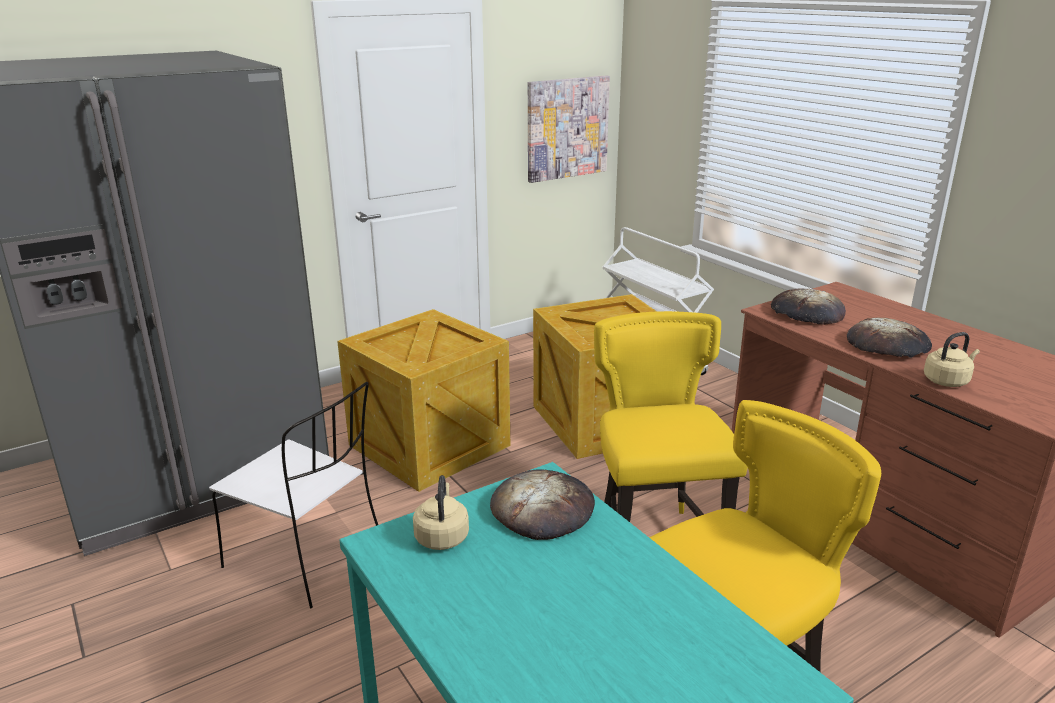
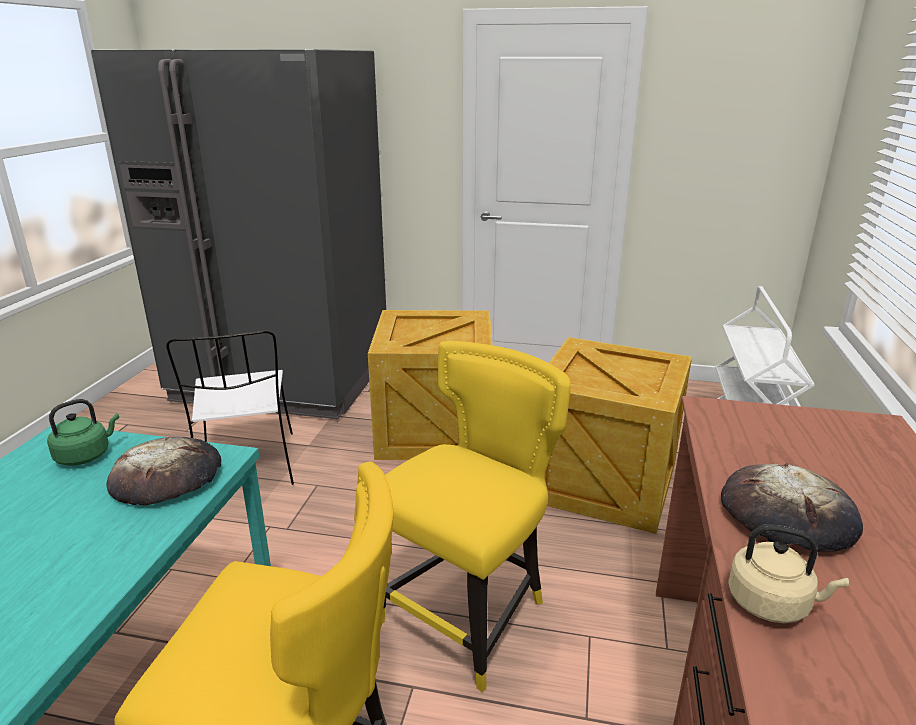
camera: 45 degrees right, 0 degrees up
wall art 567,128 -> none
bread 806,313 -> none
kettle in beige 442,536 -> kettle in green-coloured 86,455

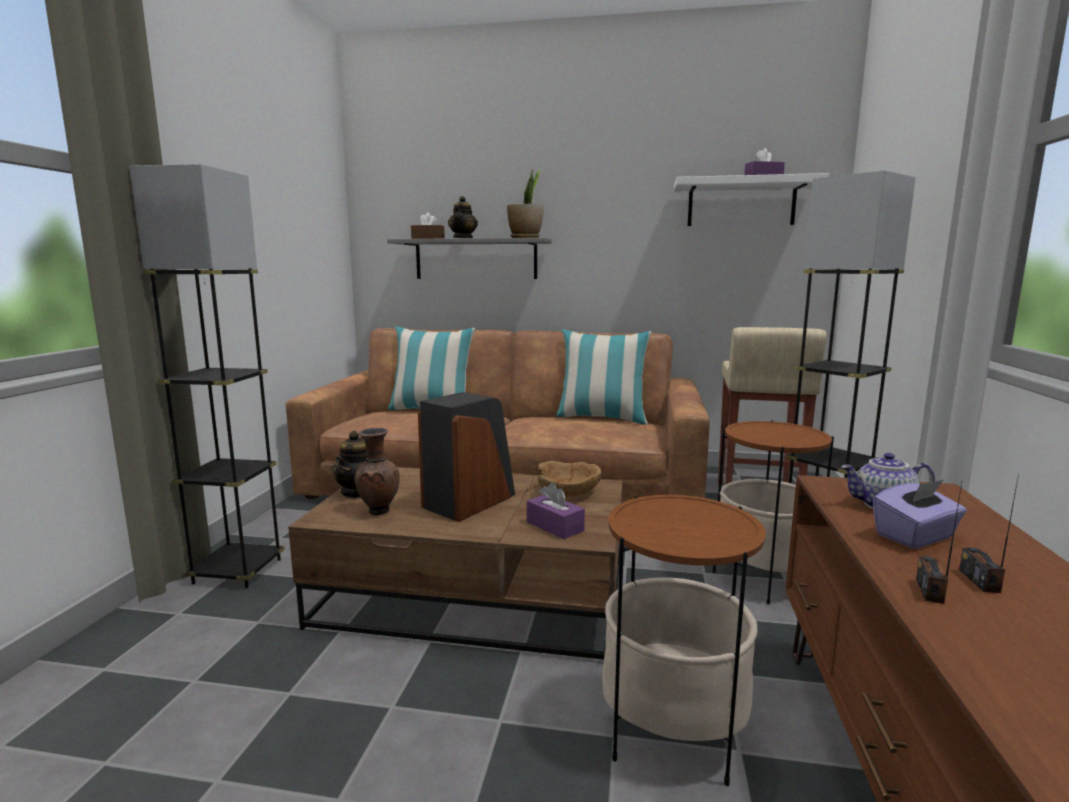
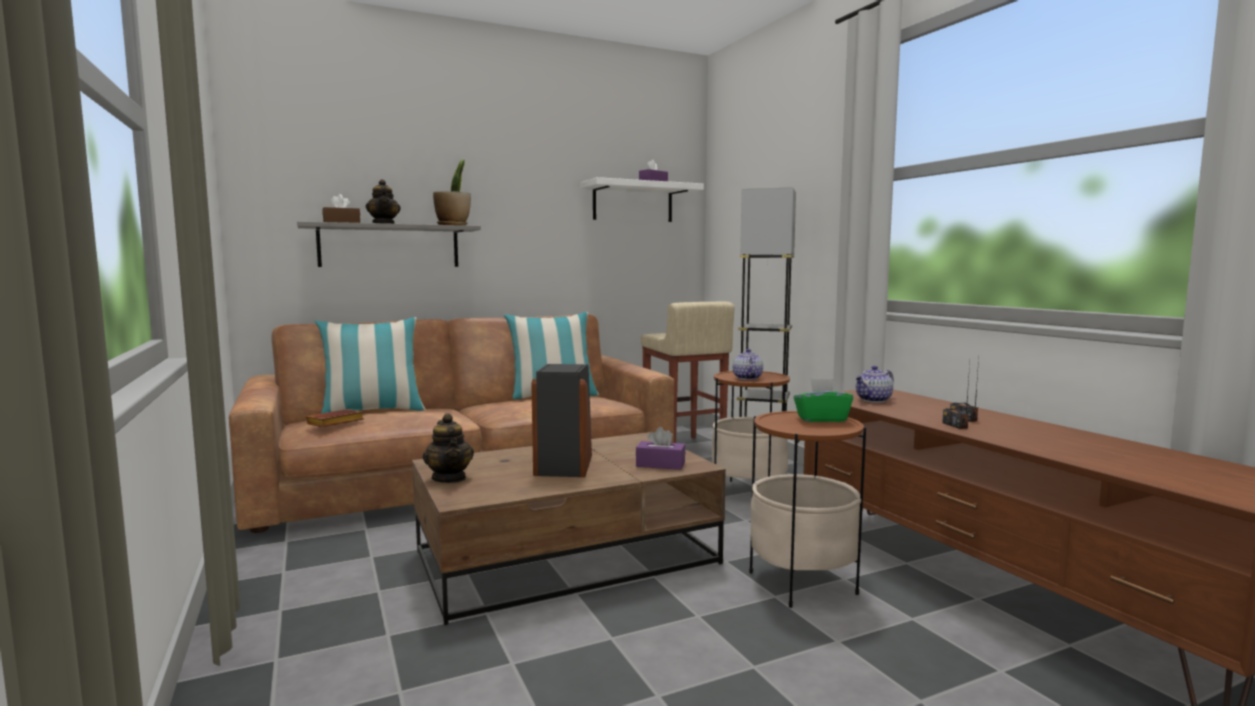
camera: 35 degrees left, 5 degrees down
floor lamp in greyish 237,571 -> none
flower vase in brownish 378,511 -> none
serving bowl in brownish 569,492 -> none
tissue box in purple 915,537 -> none
none -> tea pot 746,378
none -> tissue box in green-coloured 821,419
none -> bound book in brownish 334,423

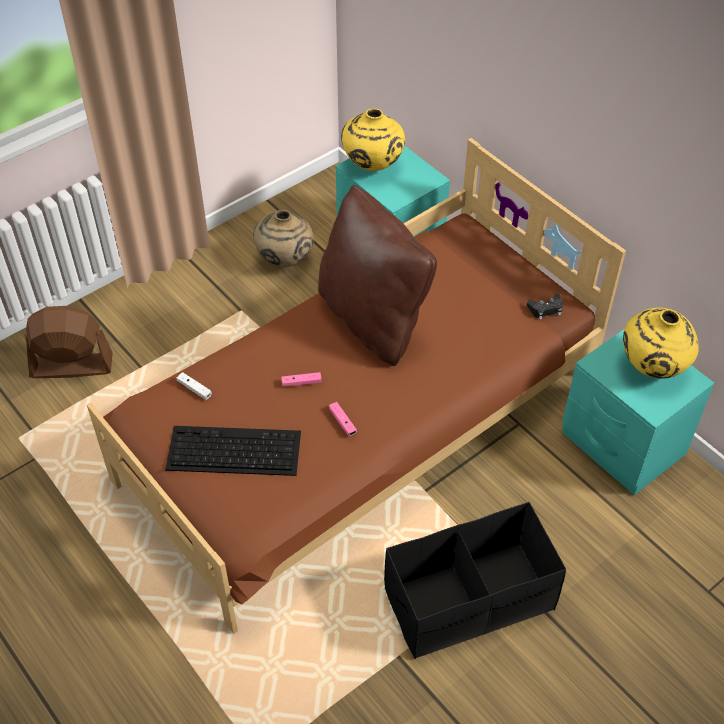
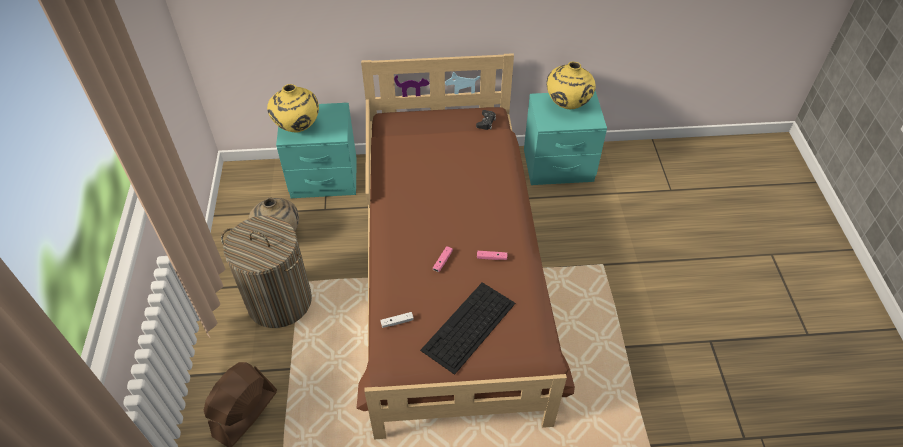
camera: 55 degrees left, 0 degrees up
cushion in brownish 373,319 -> none
storage bin in black-coloured 469,600 -> none
none -> hamper 279,301

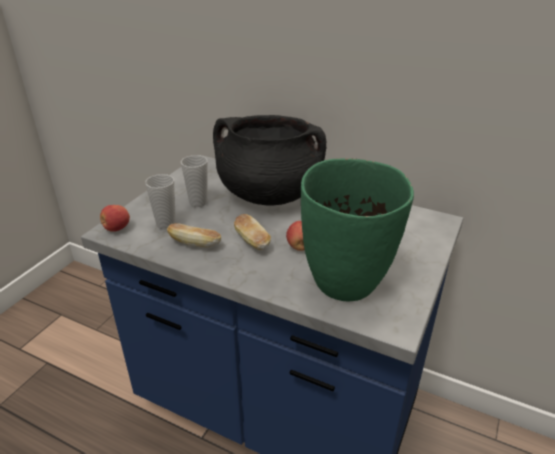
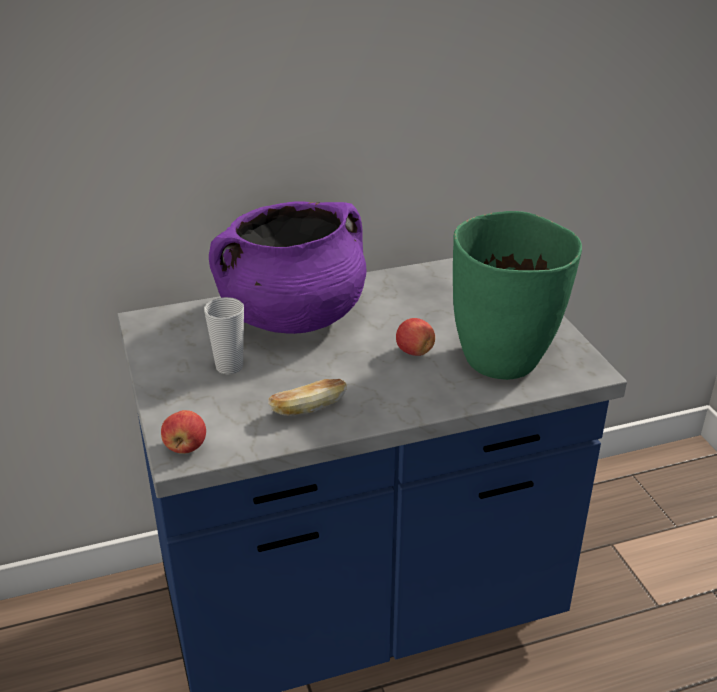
camera: 45 degrees left, 0 degrees up
stockpot in black-coloured 269,194 -> stockpot in purple 293,317
cup 166,224 -> none
bread 252,241 -> none

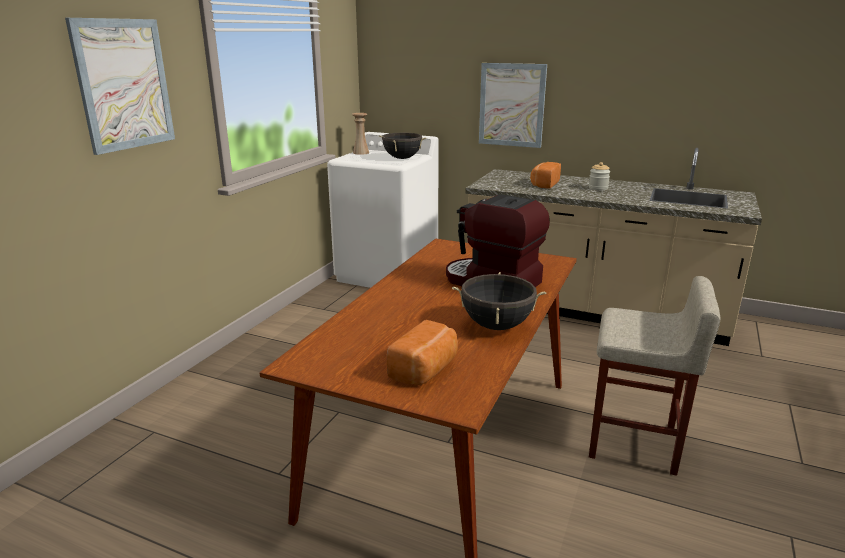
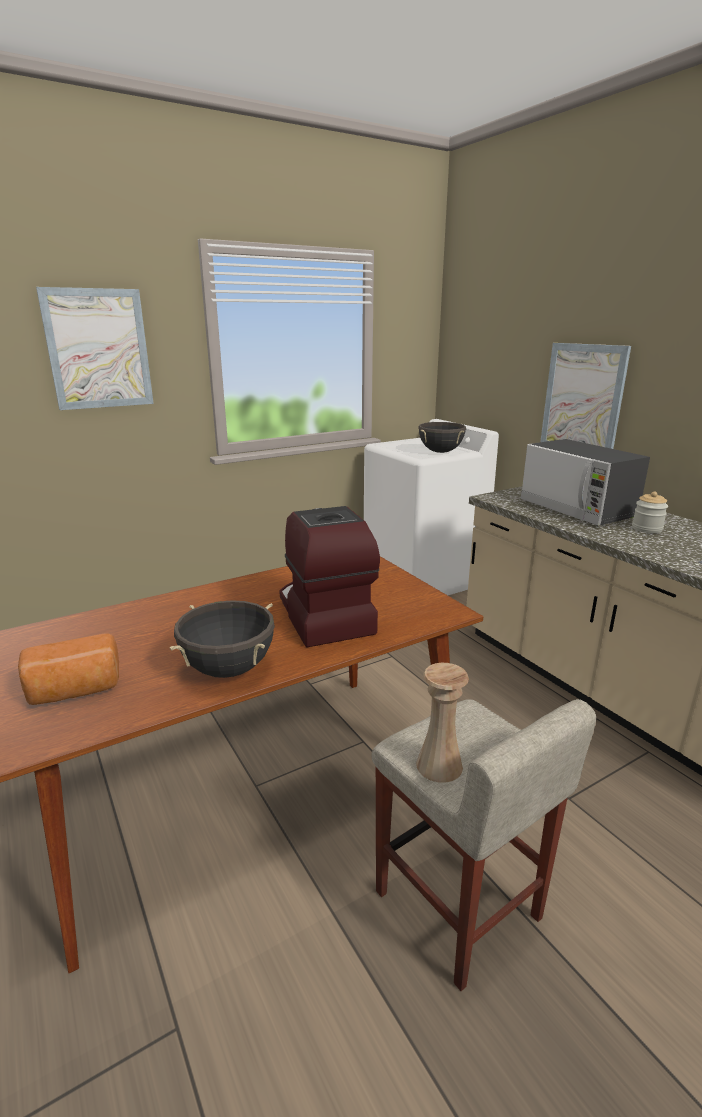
camera: 35 degrees right, 0 degrees up
flower vase in beige 361,153 -> flower vase in beige 439,765, shifted
bread 544,184 -> kitchen microwave 577,509

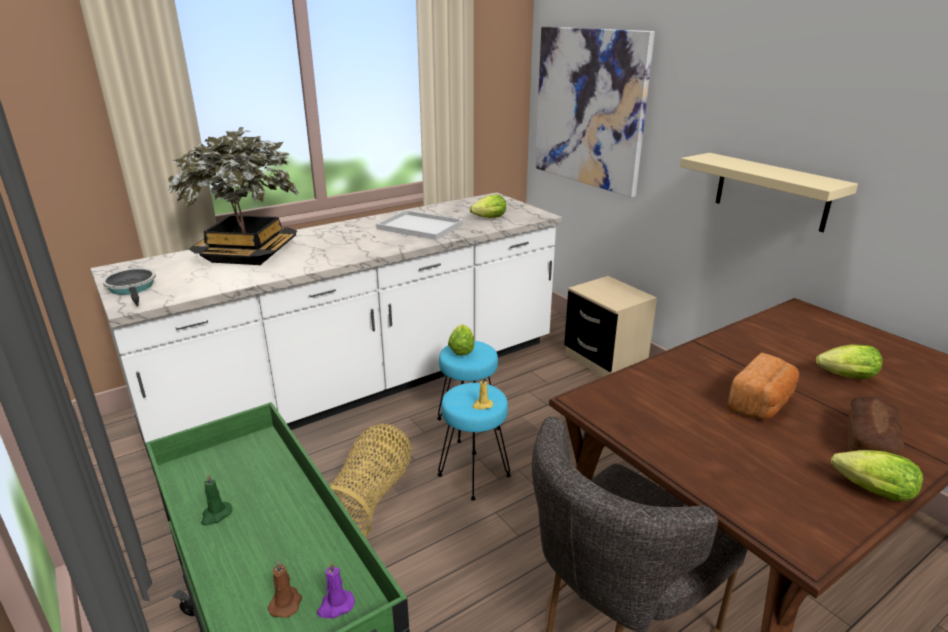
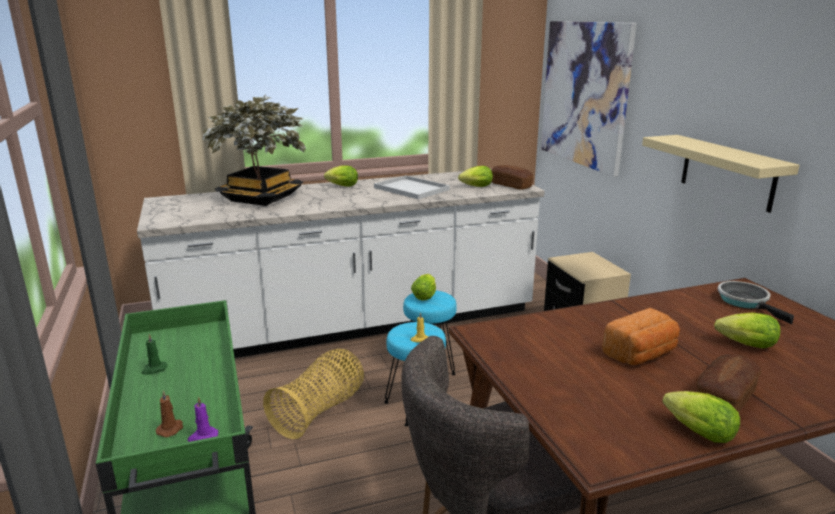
camera: 15 degrees right, 5 degrees down
skillet 133,288 -> skillet 746,302, shifted
none -> bread 511,185
none -> lettuce 341,186

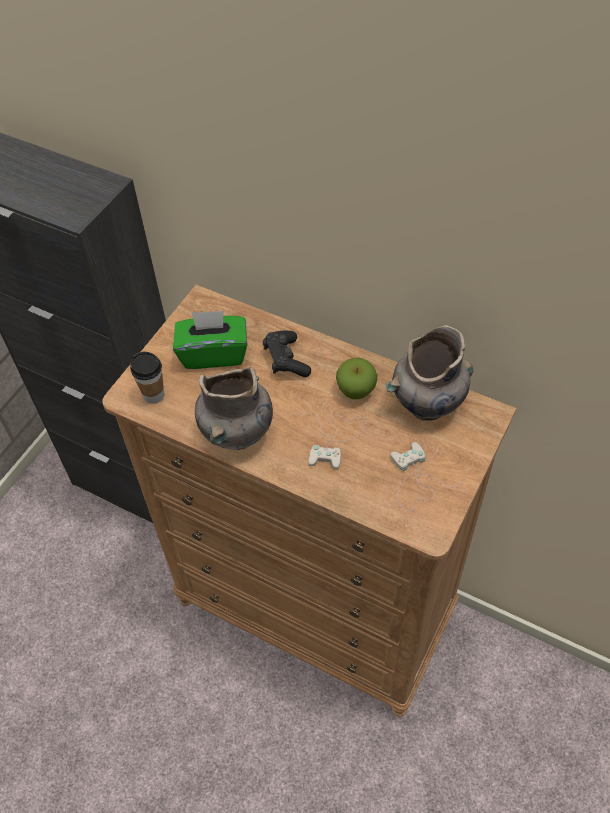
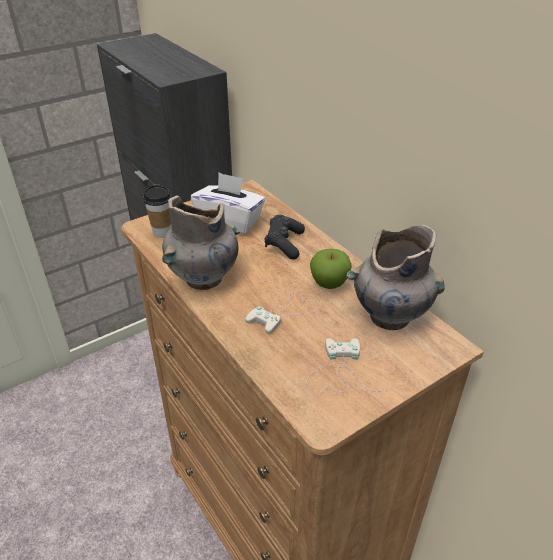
camera: 25 degrees right, 15 degrees down
tissue box in green-coloured 213,353 -> tissue box in white 230,222

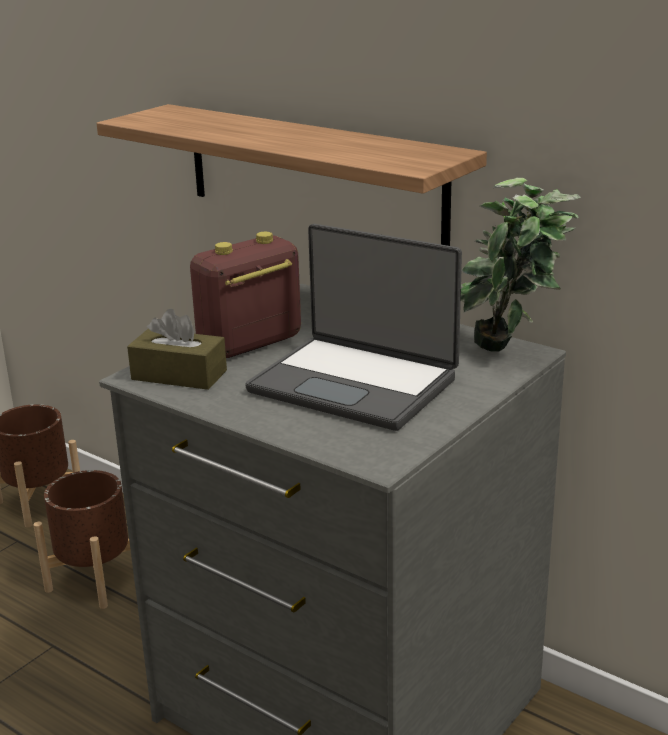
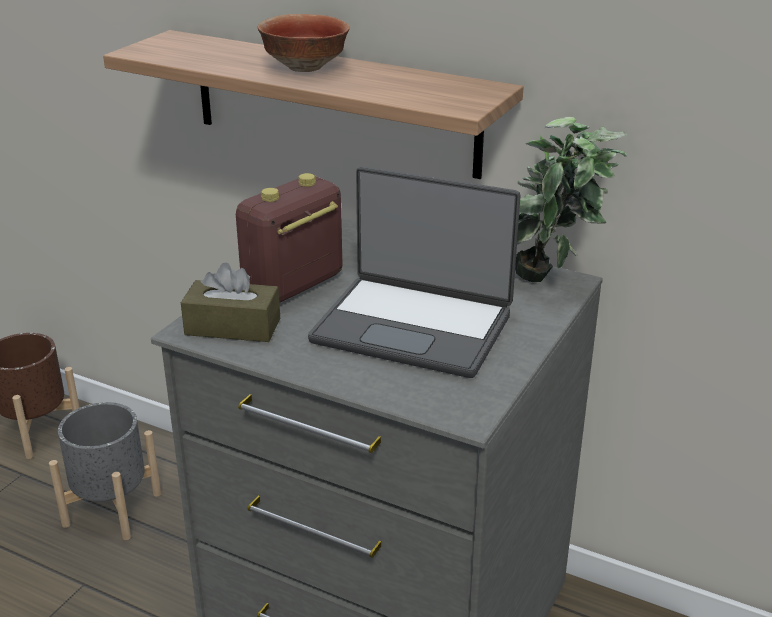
camera: 10 degrees left, 5 degrees up
planter in brownish 95,579 -> planter in greyish 112,509
none -> serving bowl 306,67

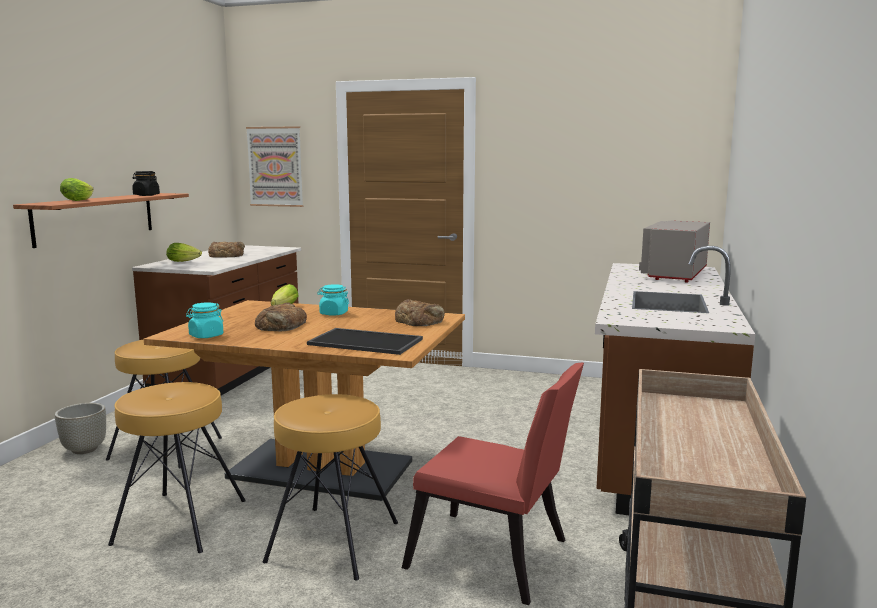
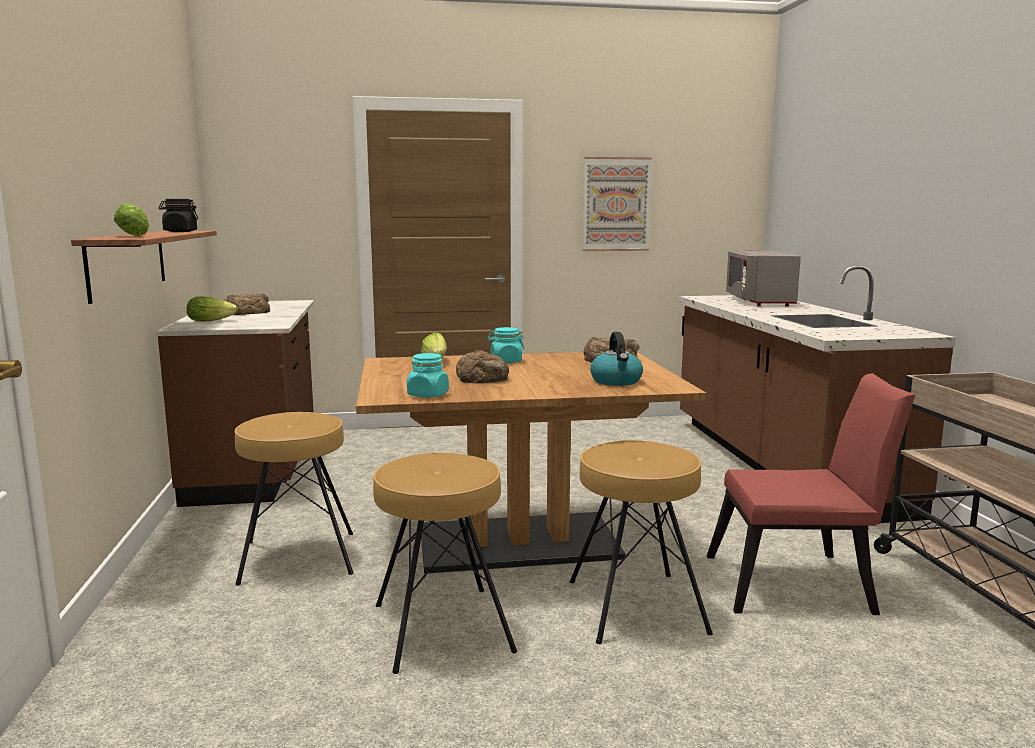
camera: 25 degrees left, 0 degrees up
wall art 275,166 -> wall art 616,204, shifted
carrying tray 367,341 -> kettle 616,381
planter in greyish 84,449 -> none

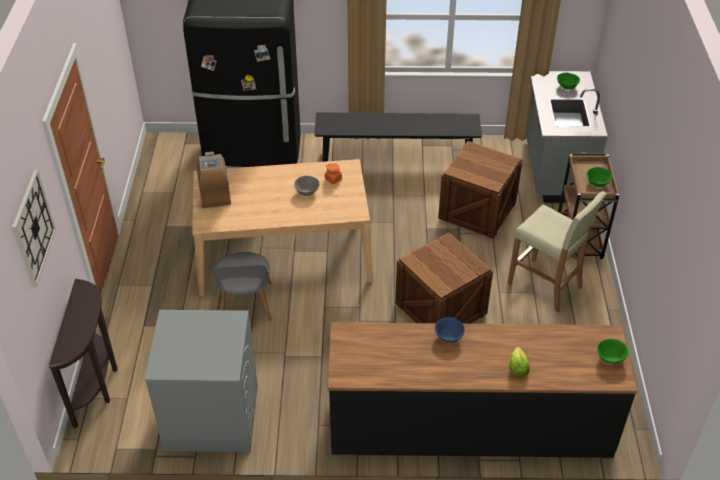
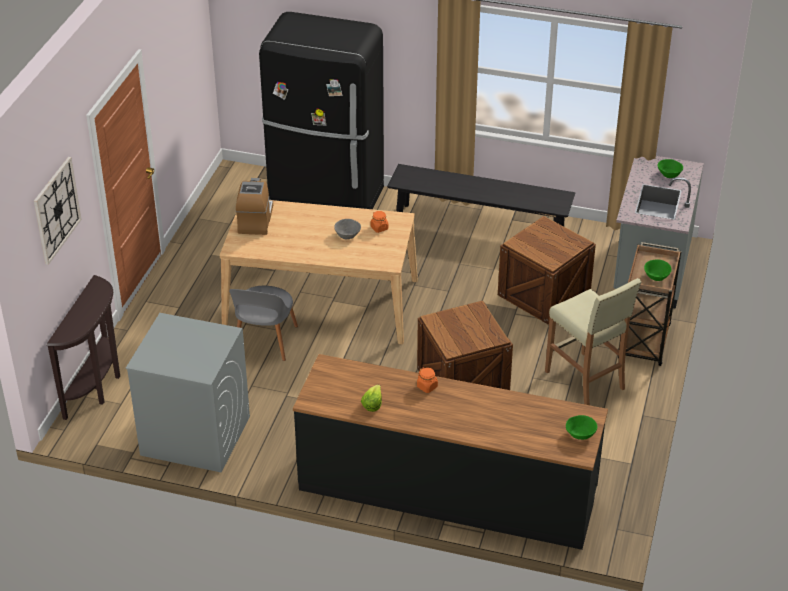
camera: 15 degrees right, 5 degrees down
serving bowl in blue 448,336 -> storage jar in orange-coloured 427,387
lettuce 517,368 -> lettuce 372,404, shifted

